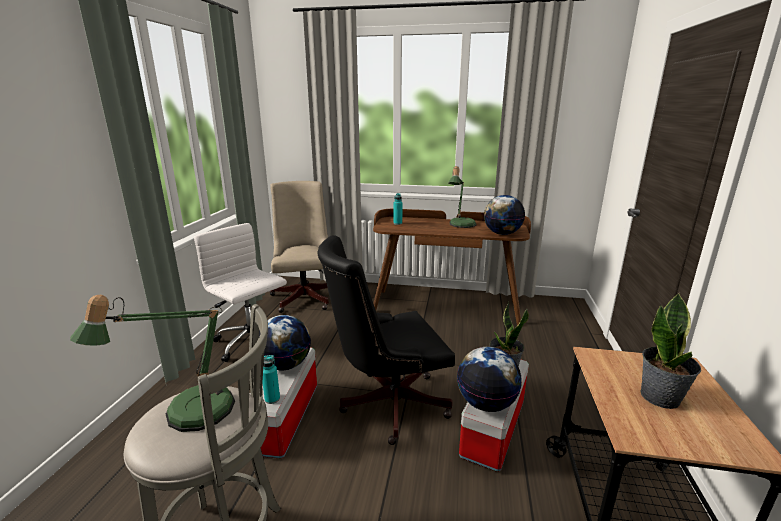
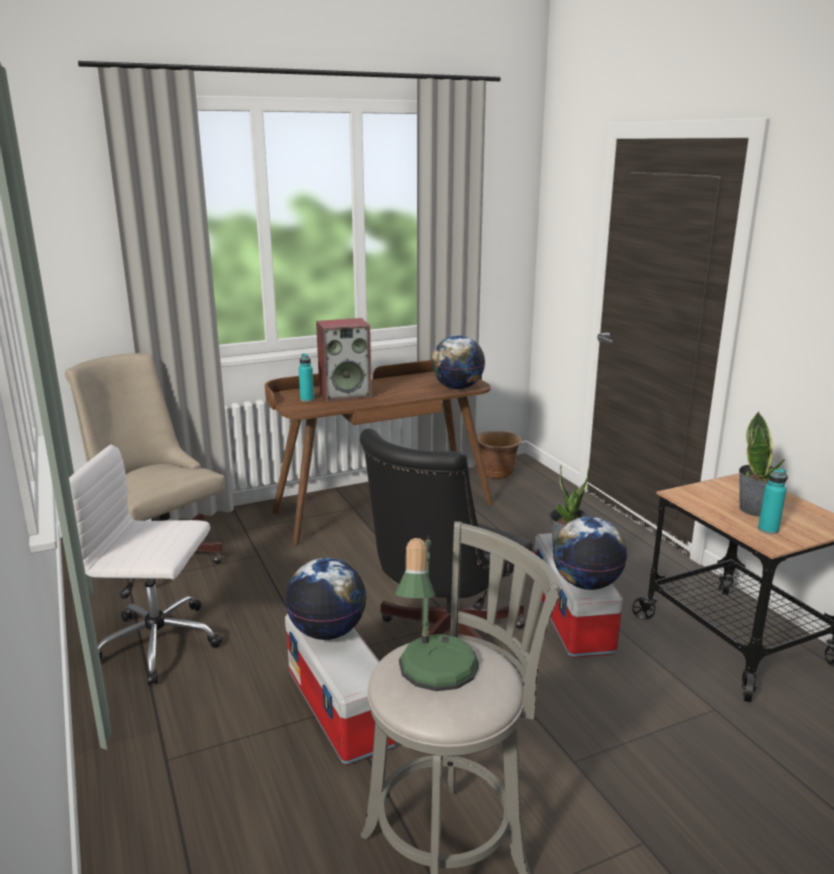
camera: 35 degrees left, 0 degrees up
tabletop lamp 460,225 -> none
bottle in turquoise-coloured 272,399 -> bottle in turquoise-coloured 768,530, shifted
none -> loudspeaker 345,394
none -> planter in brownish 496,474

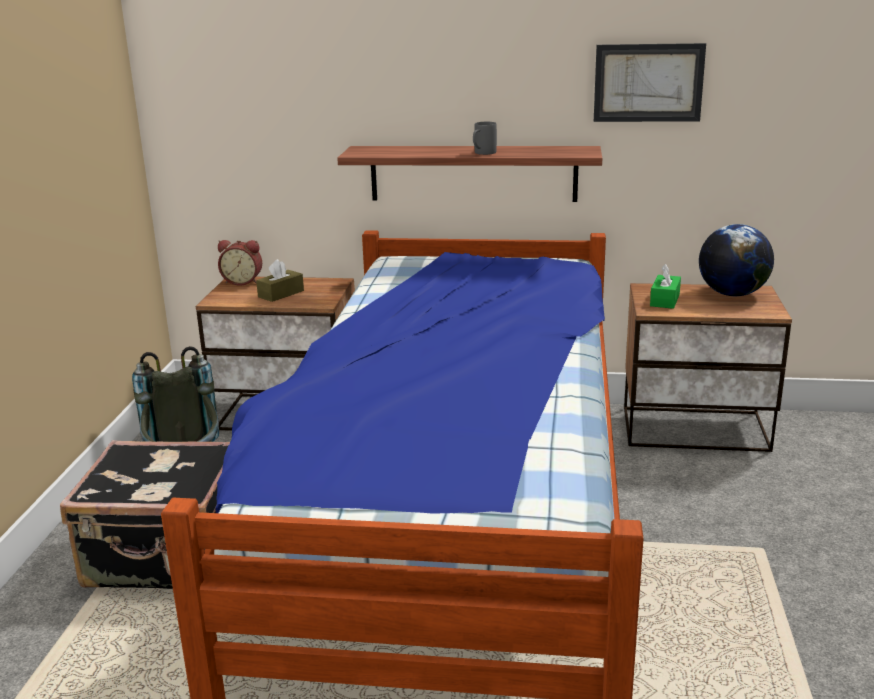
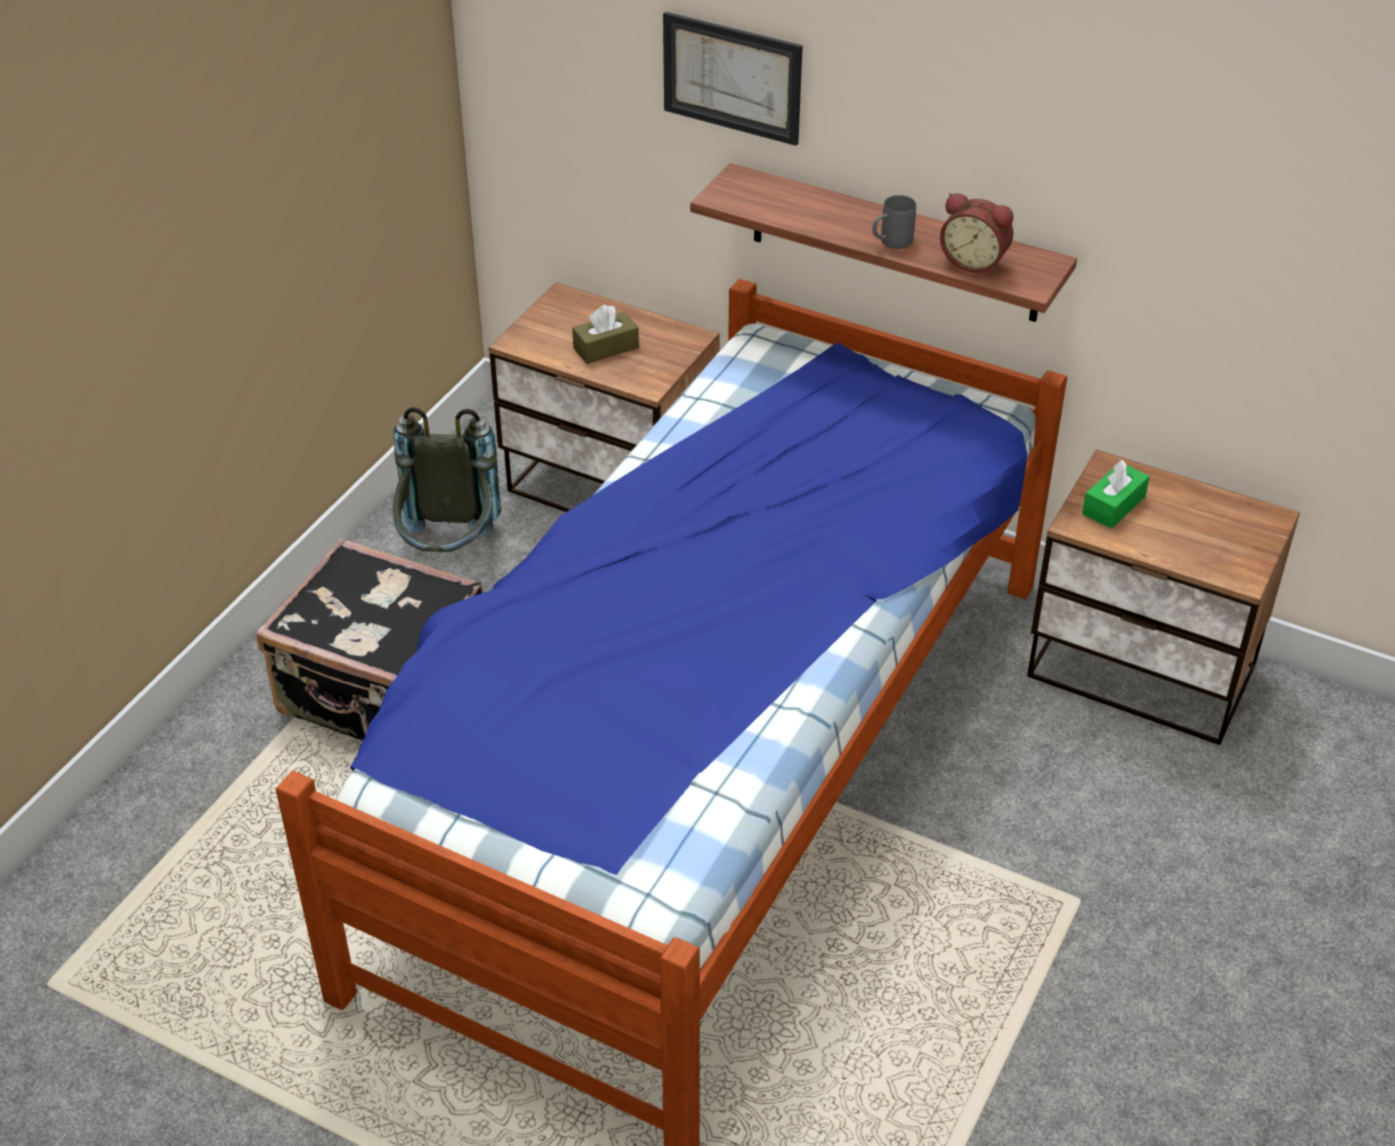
camera: 20 degrees right, 20 degrees up
wall art 648,83 -> wall art 732,77, shifted
world globe 732,294 -> none
alarm clock 243,281 -> alarm clock 974,261, shifted

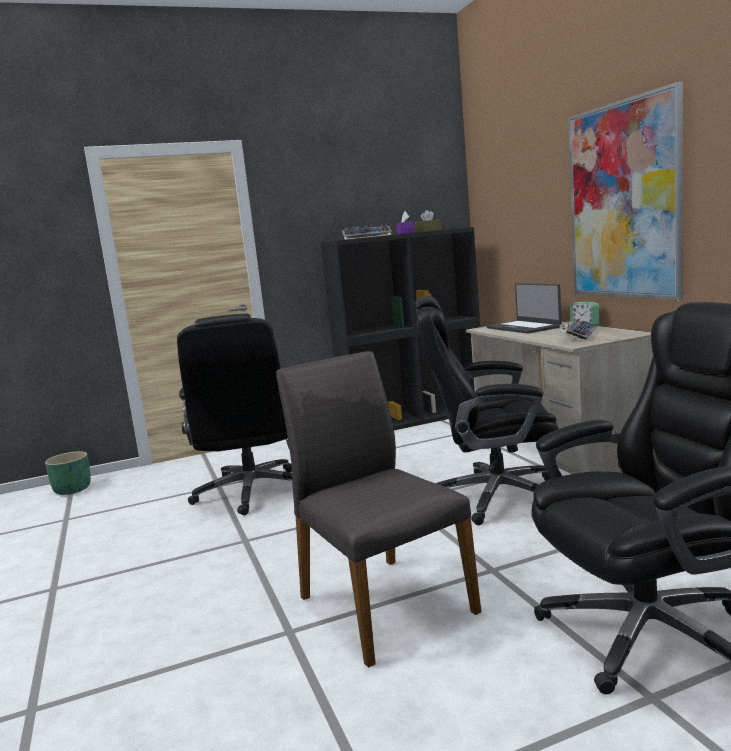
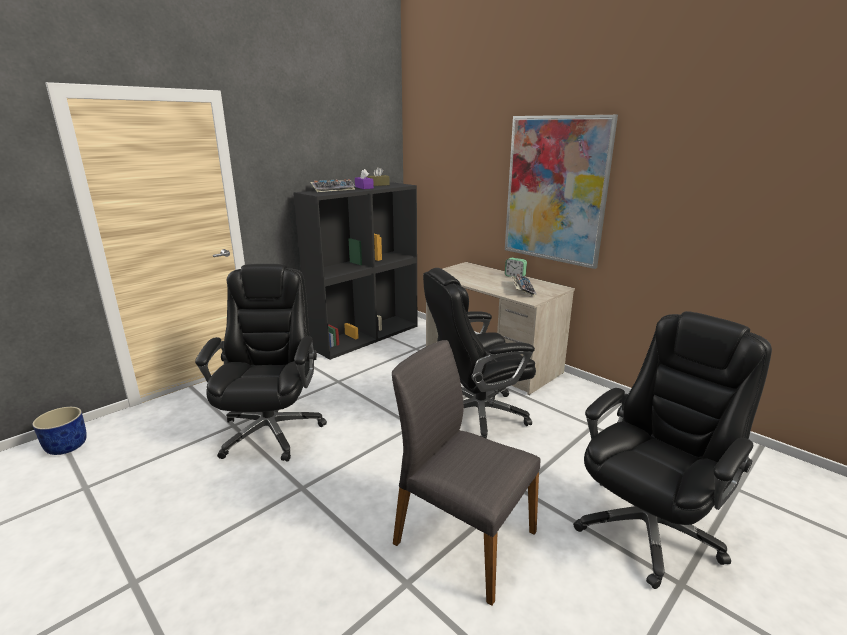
camera: 25 degrees left, 10 degrees up
portable computer 524,327 -> none
office chair in black-coloured 252,492 -> office chair in black-coloured 272,430, 150 degrees counterclockwise
planter in green-coloured 72,490 -> planter in blue 66,446

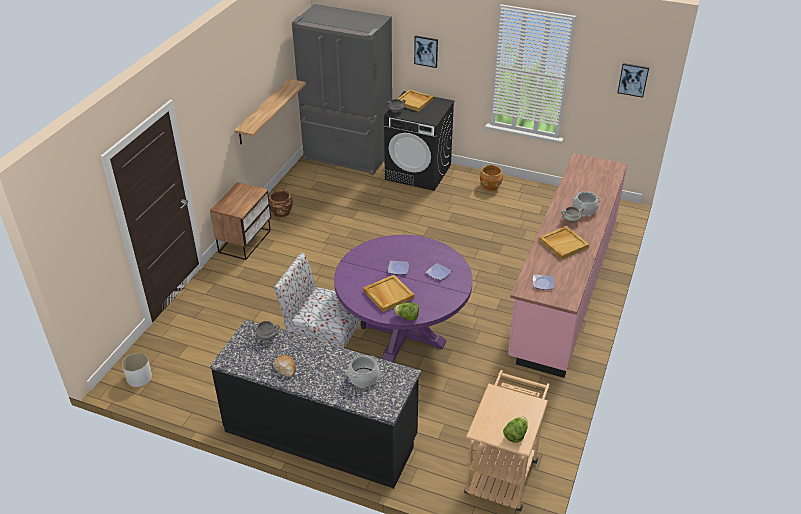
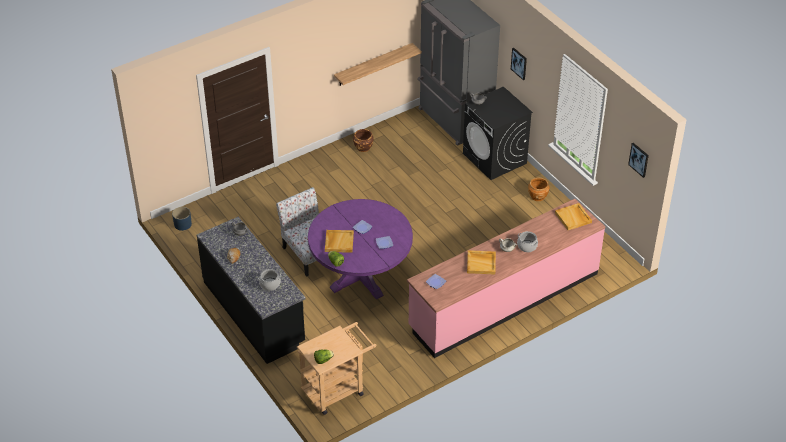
camera: 35 degrees right, 5 degrees up
carrying tray in beige 414,102 -> carrying tray in beige 573,218, shifted
bedside table 246,241 -> none
planter in white 139,378 -> planter in blue 182,224

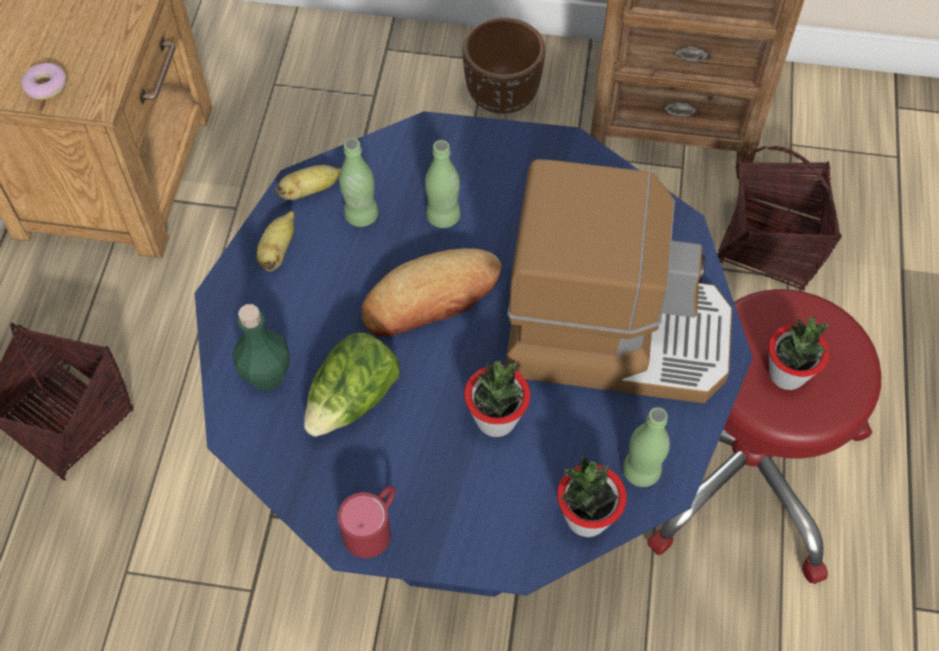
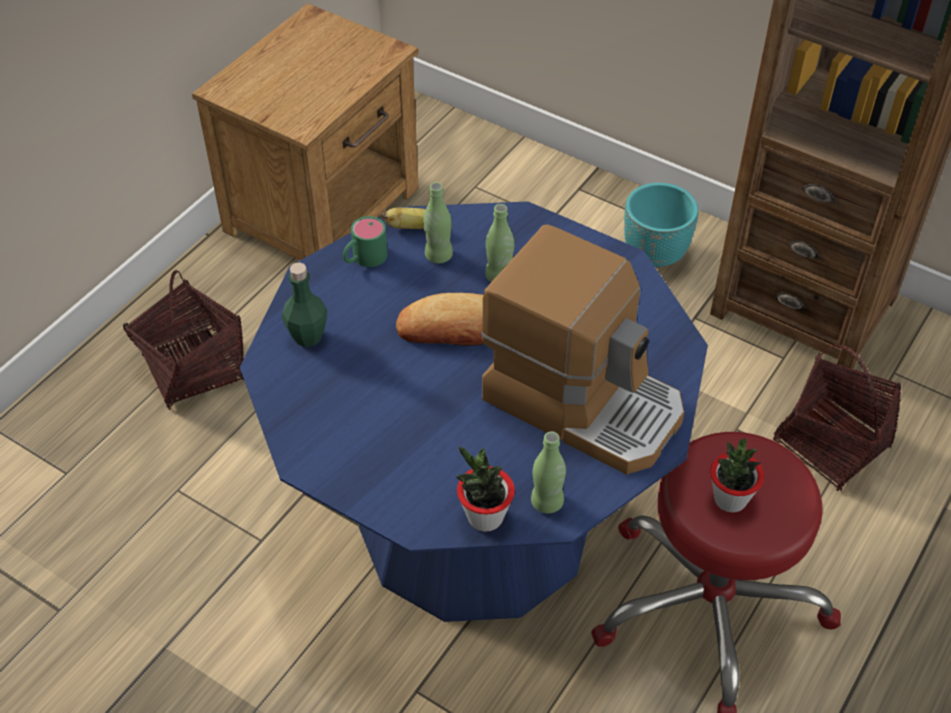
camera: 25 degrees right, 10 degrees down
planter in brownish 501,98 -> planter in turquoise-coloured 654,255
ring doughnut 45,86 -> none
whole banana 278,251 -> mug in green-coloured 364,259
lettuce 353,399 -> none
houseplant 496,419 -> none
mug in red-coloured 374,526 -> none

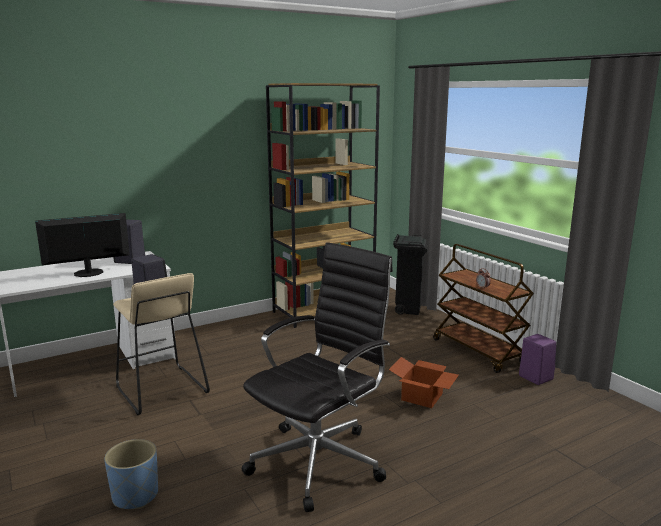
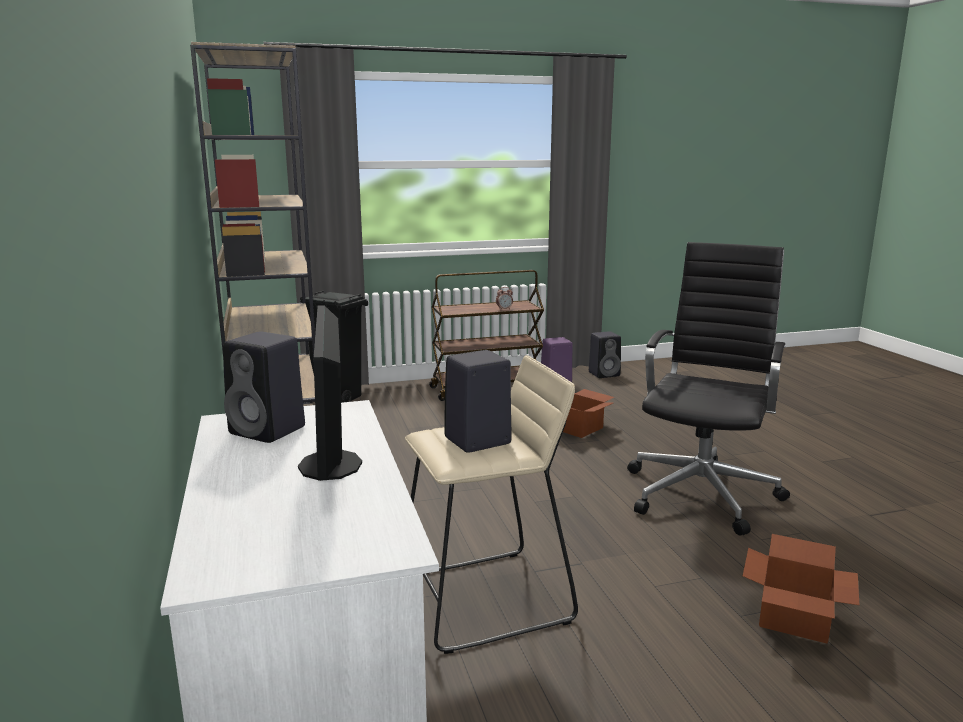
camera: 75 degrees left, 0 degrees up
office chair in black-coloured 320,460 -> office chair in black-coloured 702,492, 60 degrees clockwise
planter in blue 135,495 -> packing box 792,618
none -> loudspeaker in black-coloured 605,374

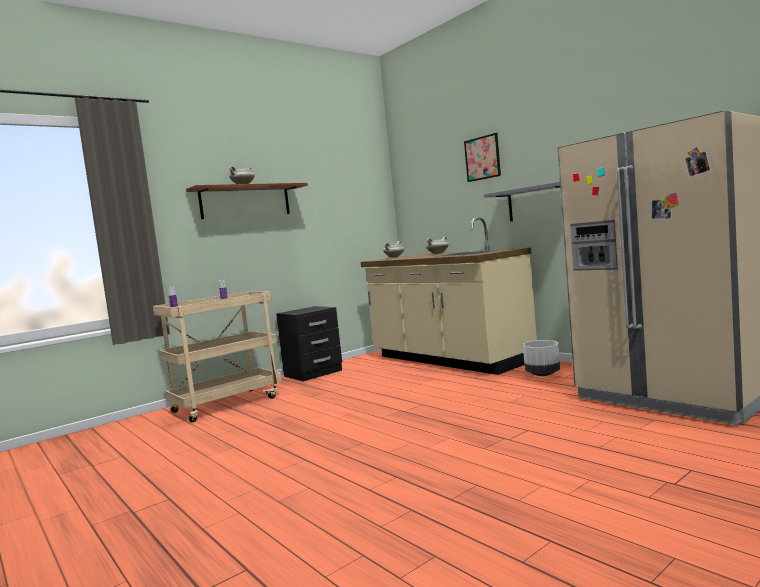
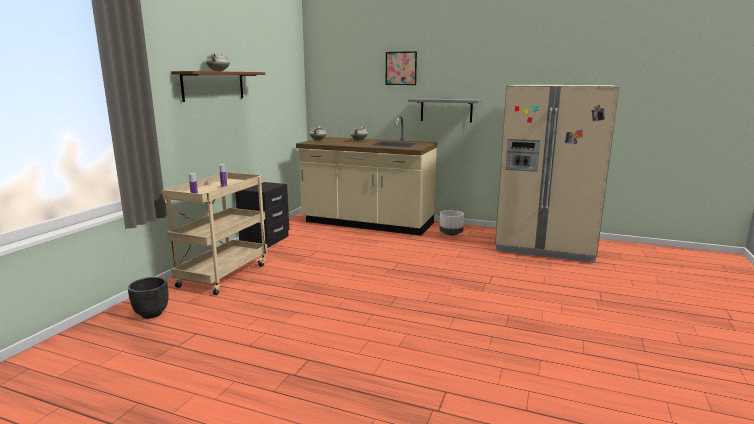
camera: 30 degrees left, 10 degrees up
none -> planter in black-coloured 151,314

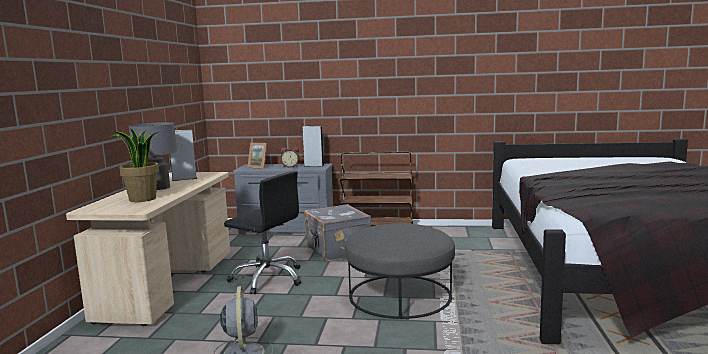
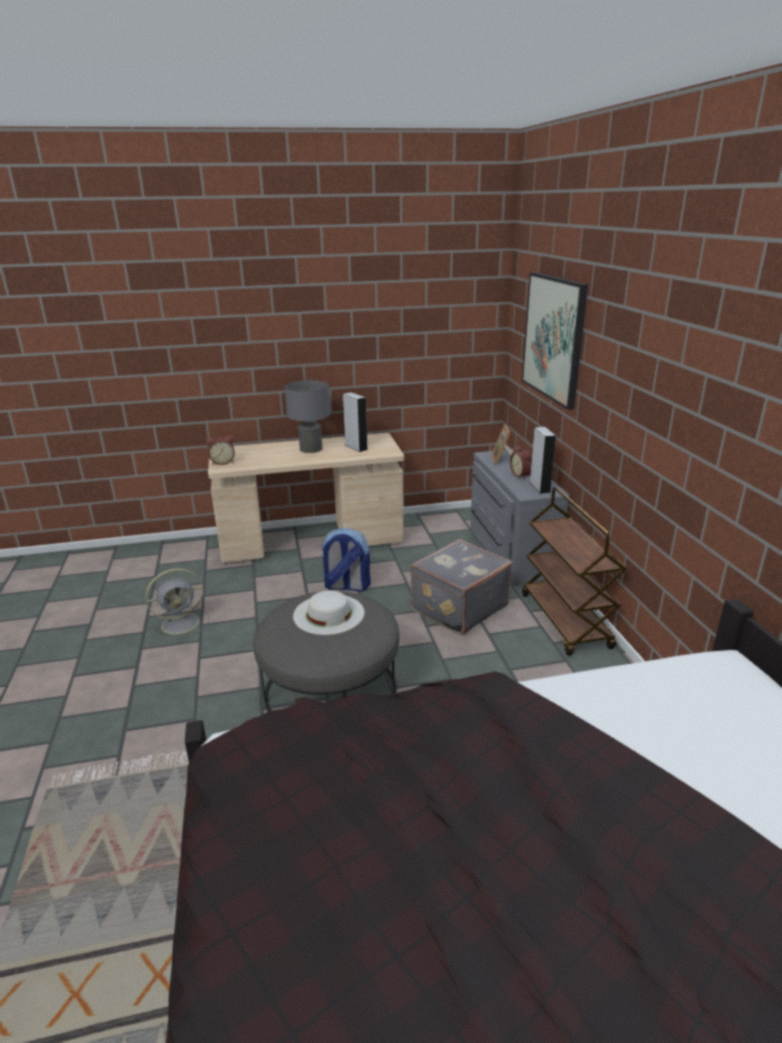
camera: 70 degrees right, 15 degrees up
houseplant 142,199 -> none
office chair in black-coloured 268,278 -> knapsack 346,586
none -> wall art 554,338
none -> alarm clock 222,462
none -> wearable hat in white 328,614

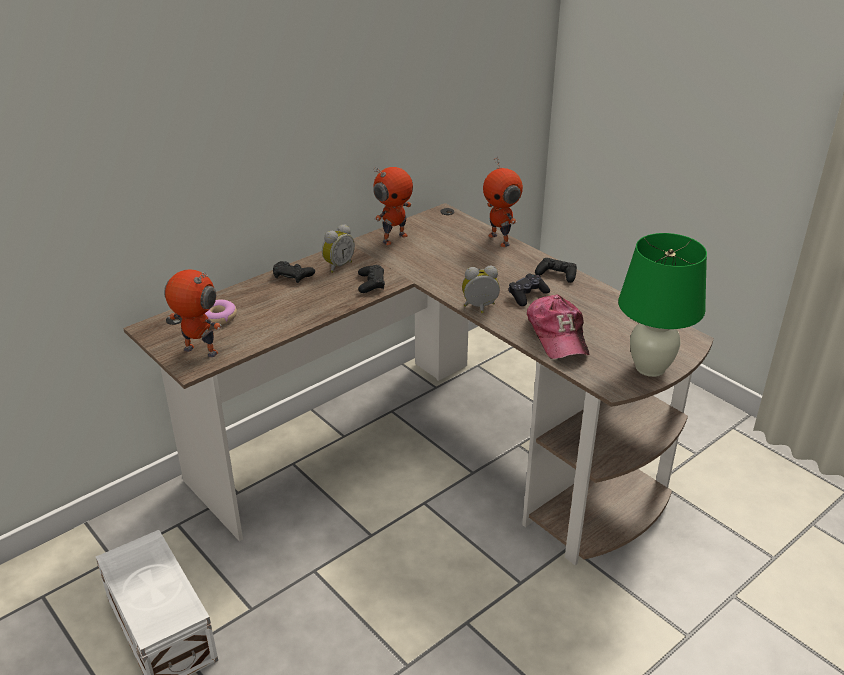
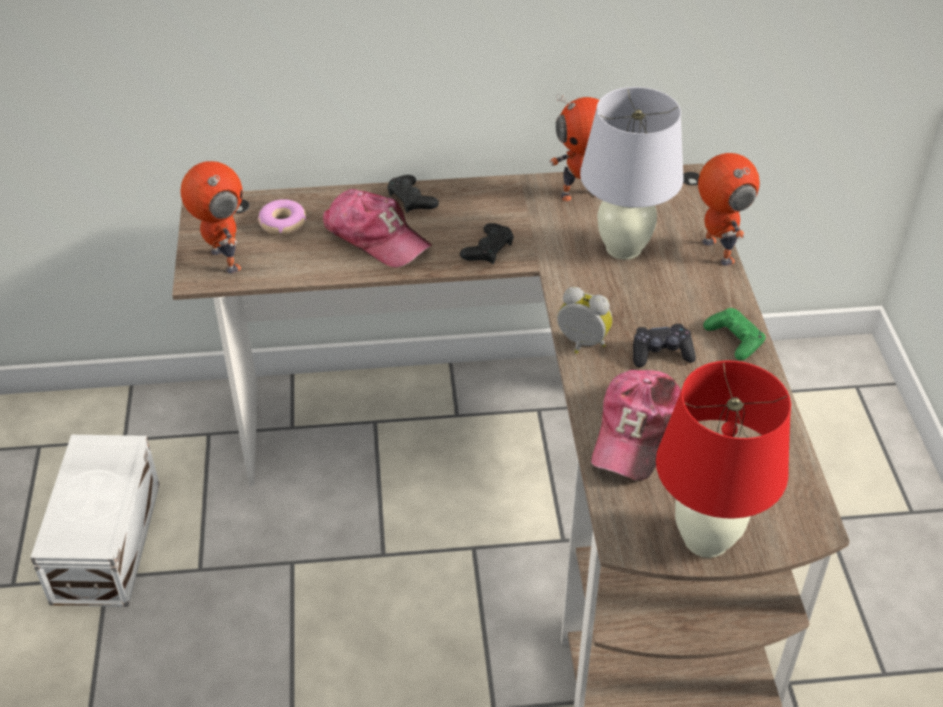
camera: 35 degrees right, 10 degrees up
model robot 500,240 -> model robot 715,252, 150 degrees clockwise
alarm clock 337,266 -> none
tabletop lamp in green-coloured 649,368 -> tabletop lamp in red-coloured 705,539
game controller in black-coloured 556,274 -> game controller in green-coloured 734,339
none -> tabletop lamp in white 623,248
none -> cap 376,237

